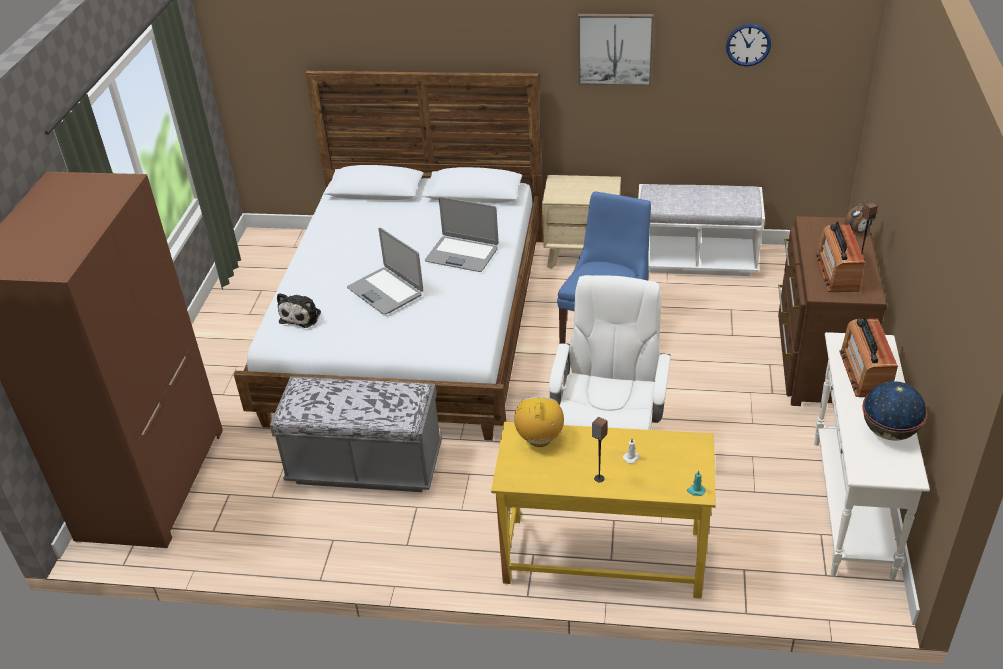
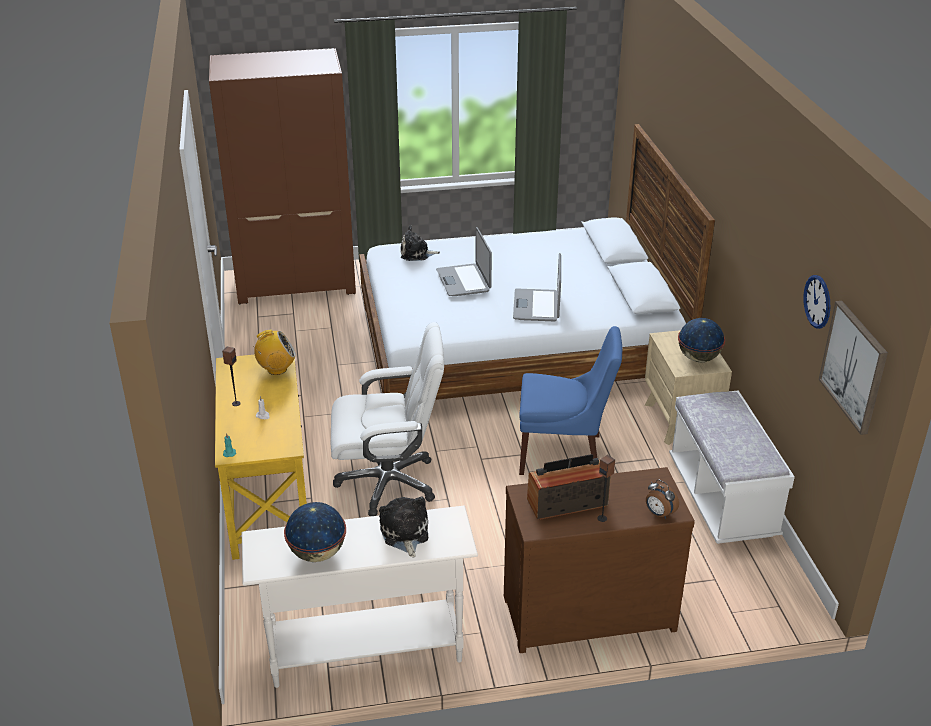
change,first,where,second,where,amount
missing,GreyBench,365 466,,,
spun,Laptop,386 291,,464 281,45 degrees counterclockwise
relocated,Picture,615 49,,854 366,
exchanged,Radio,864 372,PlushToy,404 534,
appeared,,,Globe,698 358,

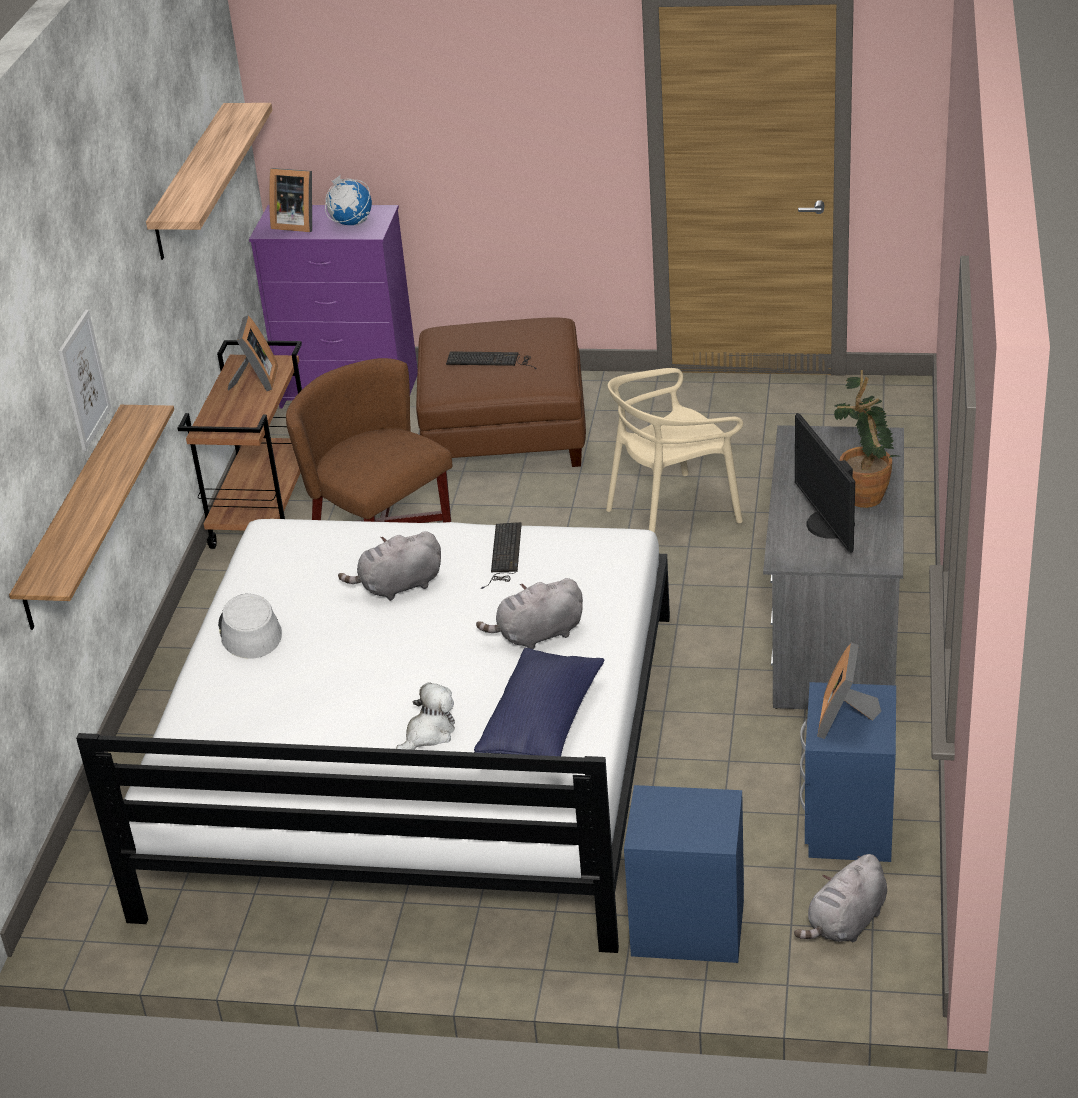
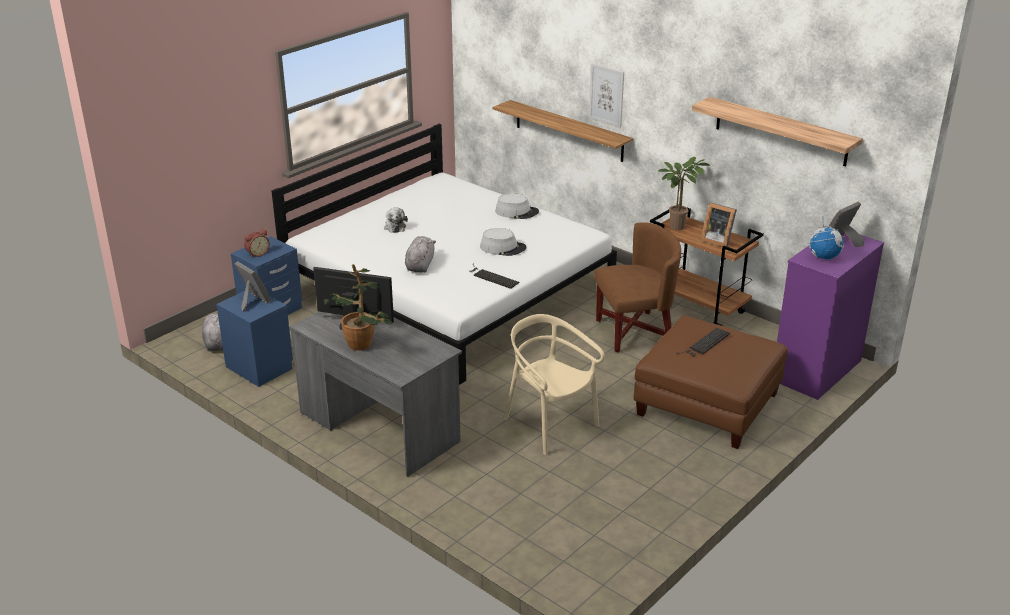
change,first,where,second,where,amount
exchanged,GreyPlushToy,398 587,GreyHat,503 248,
missing,BluePillow,542 723,,,
spun,BeigeChair,673 513,,549 425,45 degrees counterclockwise
appeared,,,AlarmClock,257 253,
appeared,,,PottedPlant,678 225,

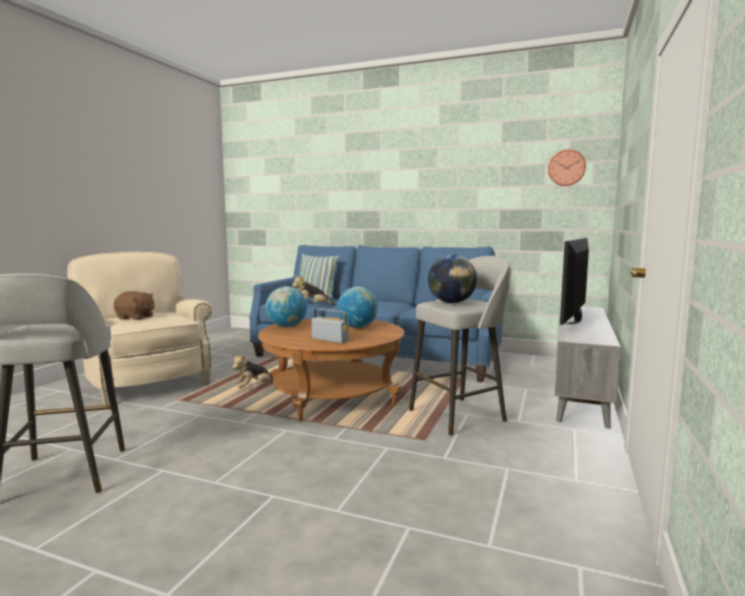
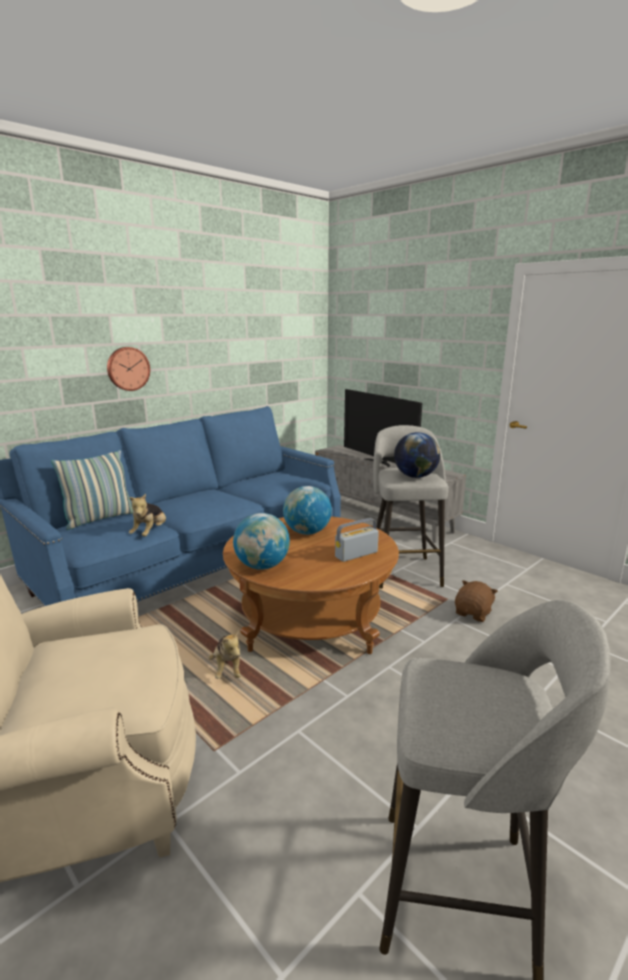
change,first,where,second,where,amount
relocated,BrownPlushToy,135 318,,473 613,
relocated,WallClock,566 168,,127 368,

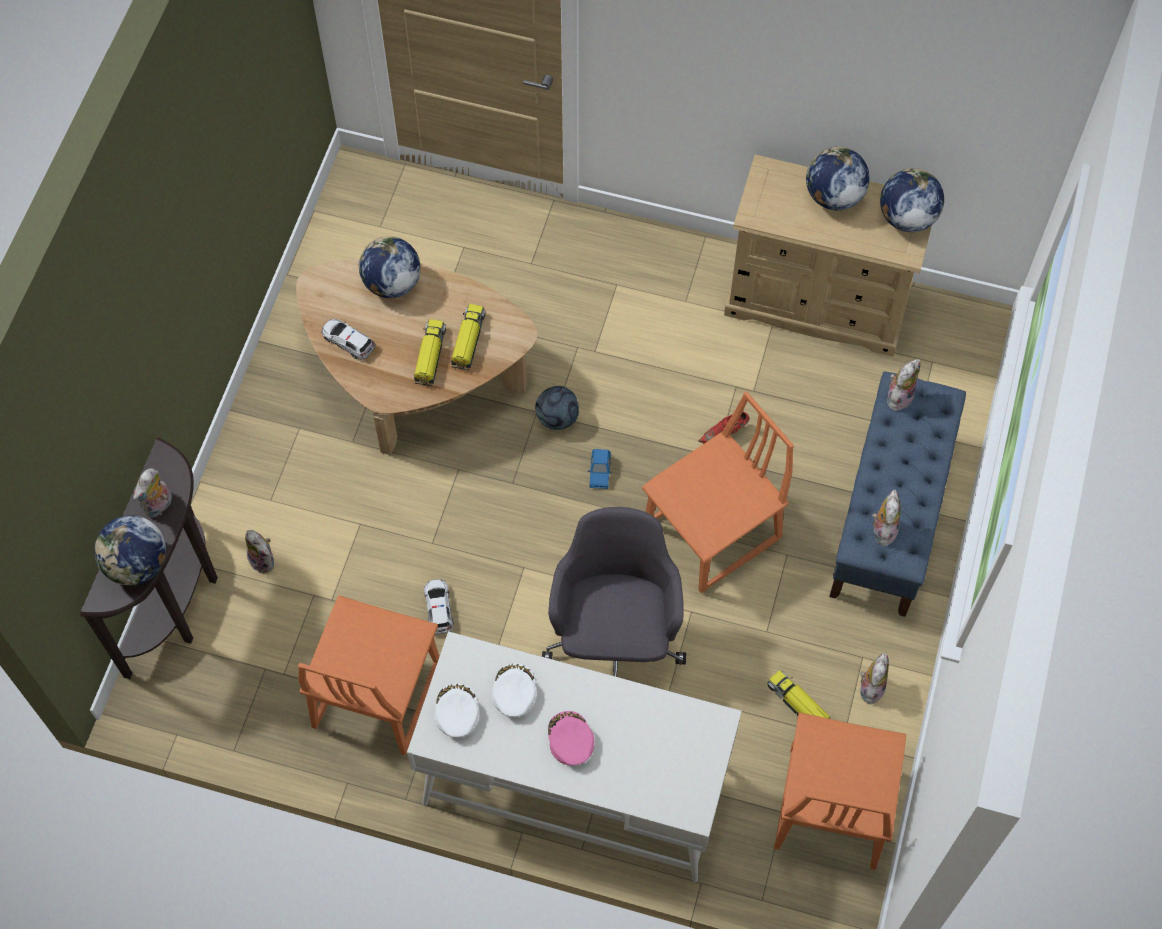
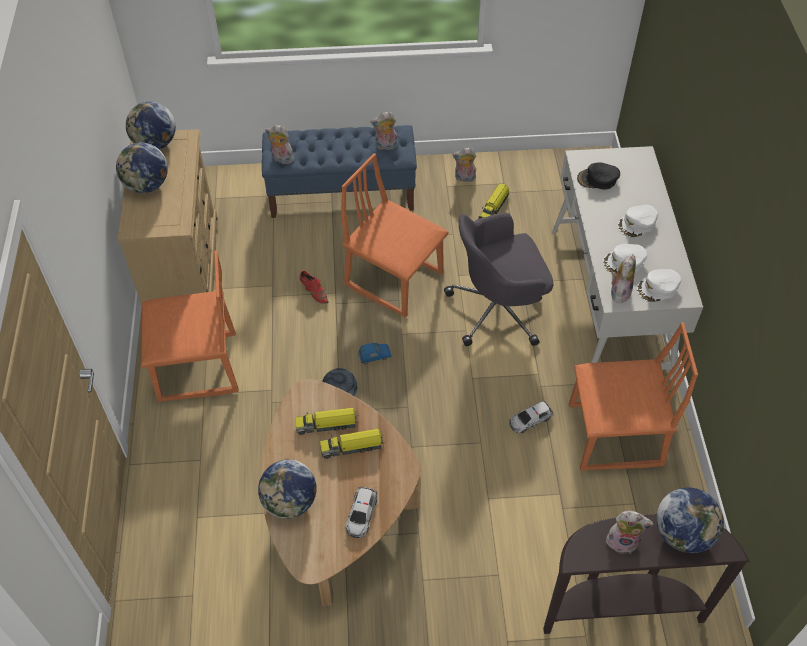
change,first,where,second,where,amount
relocated,PlushToy,264 560,,619 292,
colour,PinkCap,570 740,WhiteCap,637 224,
relocated,OrangeChair,830 807,,198 368,
appeared,,,BlackCap,597 179,

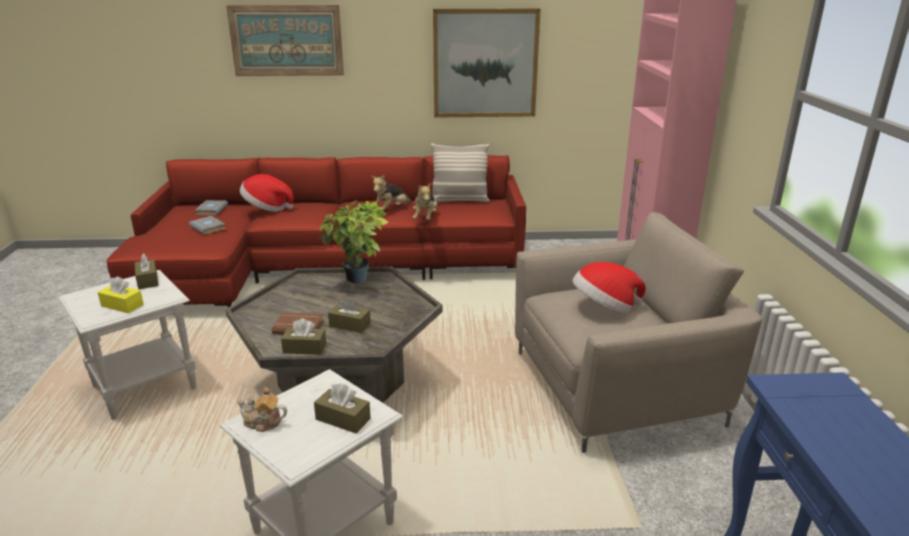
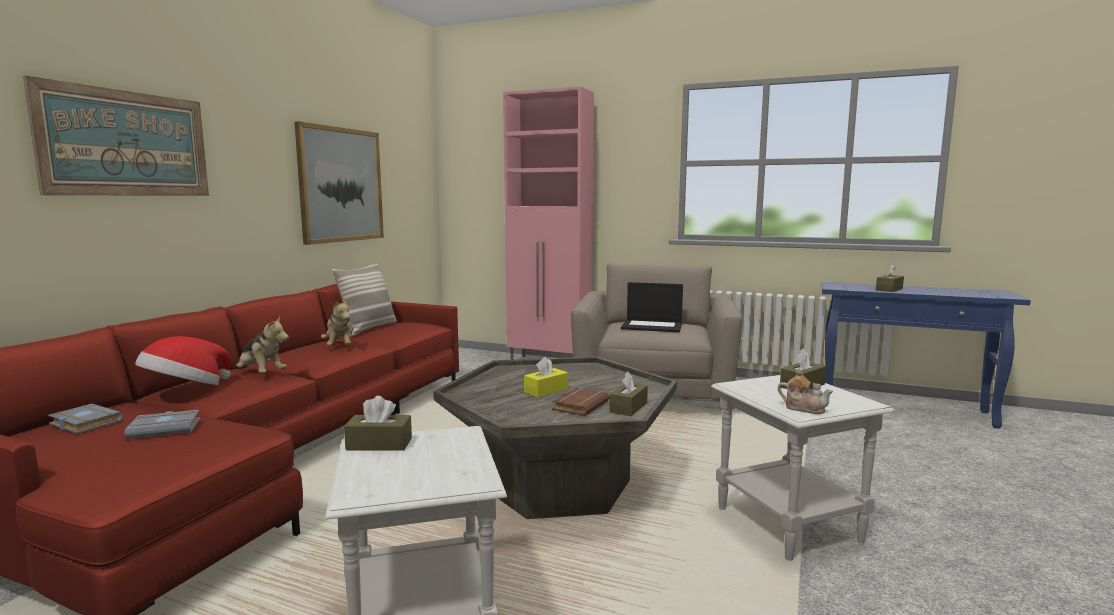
change,first,where,second,where,amount
relocated,YellowTissueBox,122 305,,546 390,
spun,Teapot,263 423,,803 408,90 degrees counterclockwise
missing,PottedPlant,358 282,,,
relocated,BrownTissueBox,350 325,,889 289,
relocated,PlushToy,425 218,,260 374,
exchanged,Hat,604 308,Laptop,652 326,

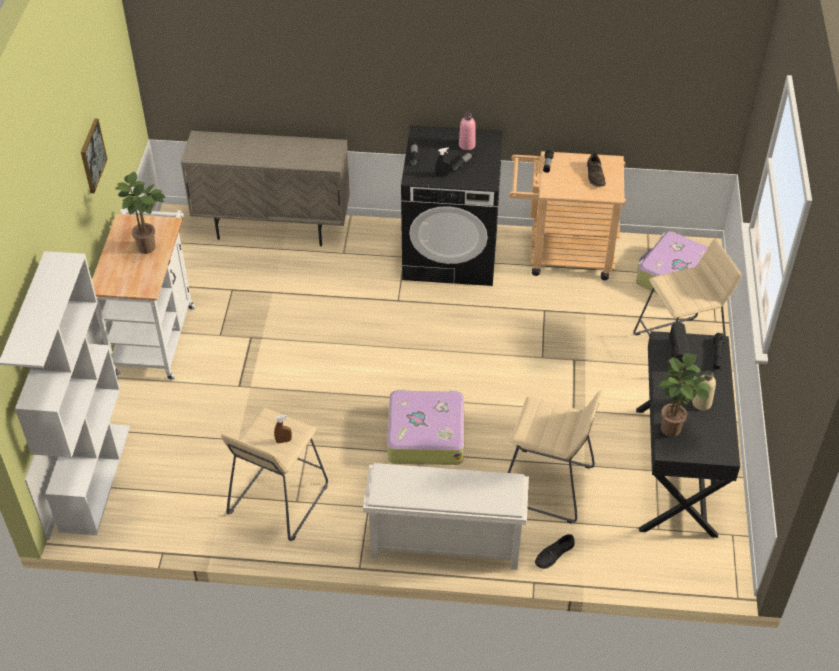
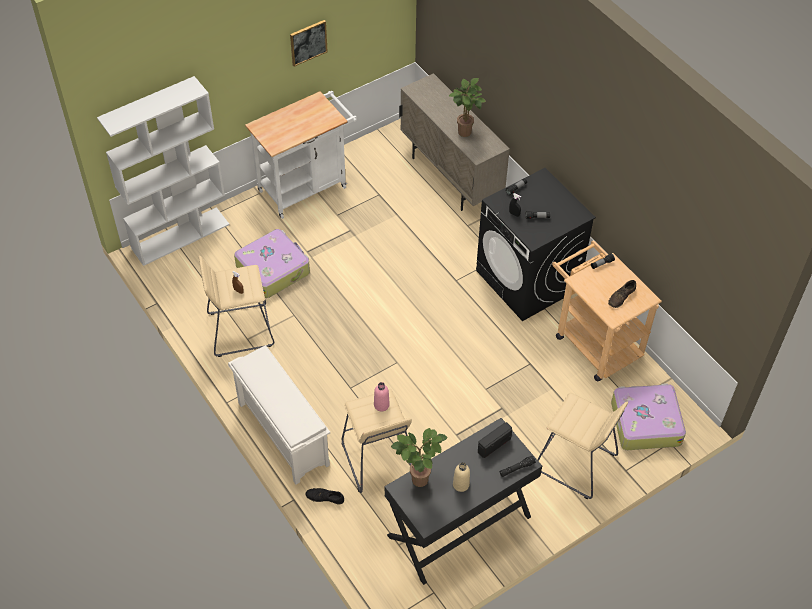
change,first,where,second,where,amount
relocated,PottedPlant,149 248,,465 134,
relocated,Suitcase,425 435,,273 269,
relocated,PinkBottle,467 145,,381 405,

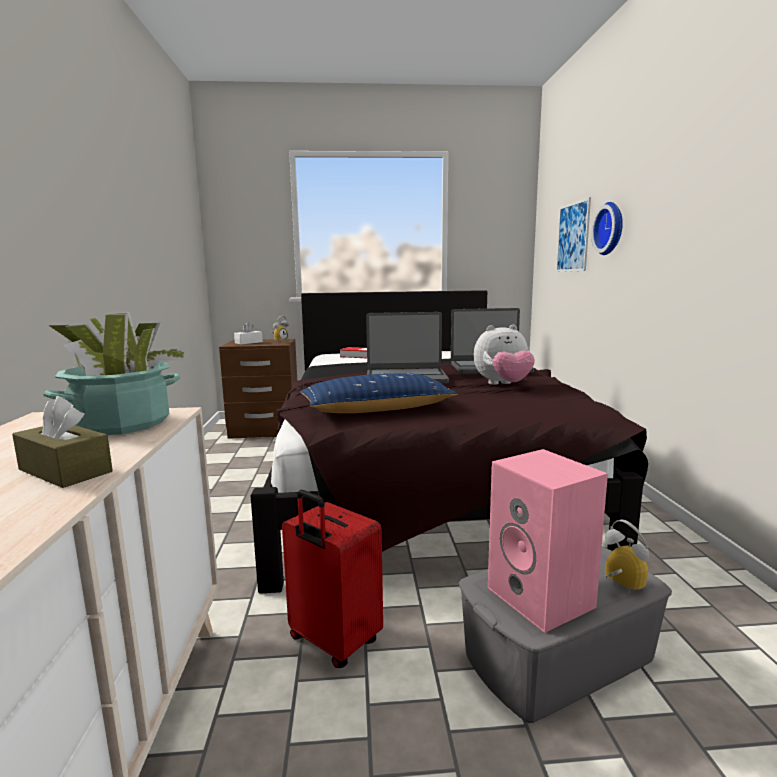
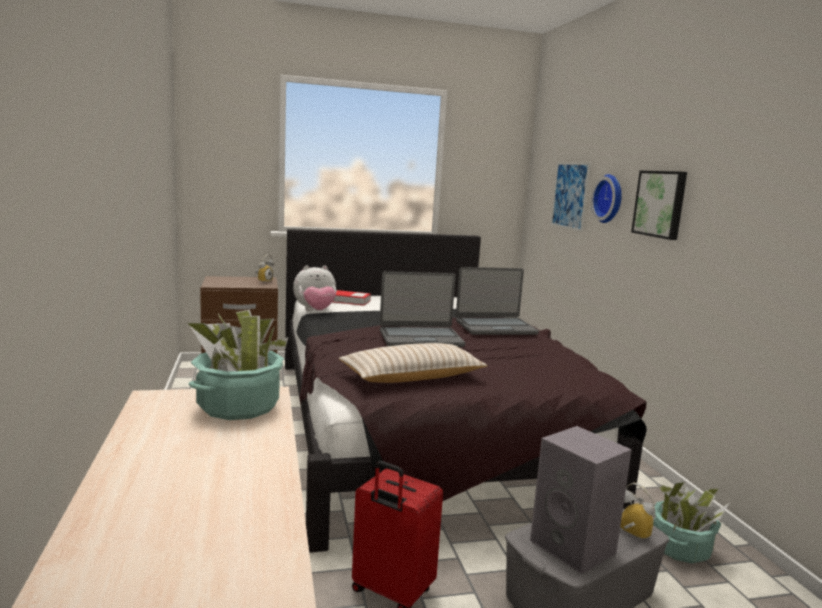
change,first,where,second,where,amount
missing,BrownTissueBox,65 471,,,
missing,WhiteTissueBox,248 342,,,
colour,BluePillow,377 409,BeigePillow,412 377,
relocated,PlushToy,503 385,,315 311,
colour,PinkSpeaker,543 598,GreySpeaker,575 547,
appeared,,,Picture,661 204,
appeared,,,PottedPlant,680 548,

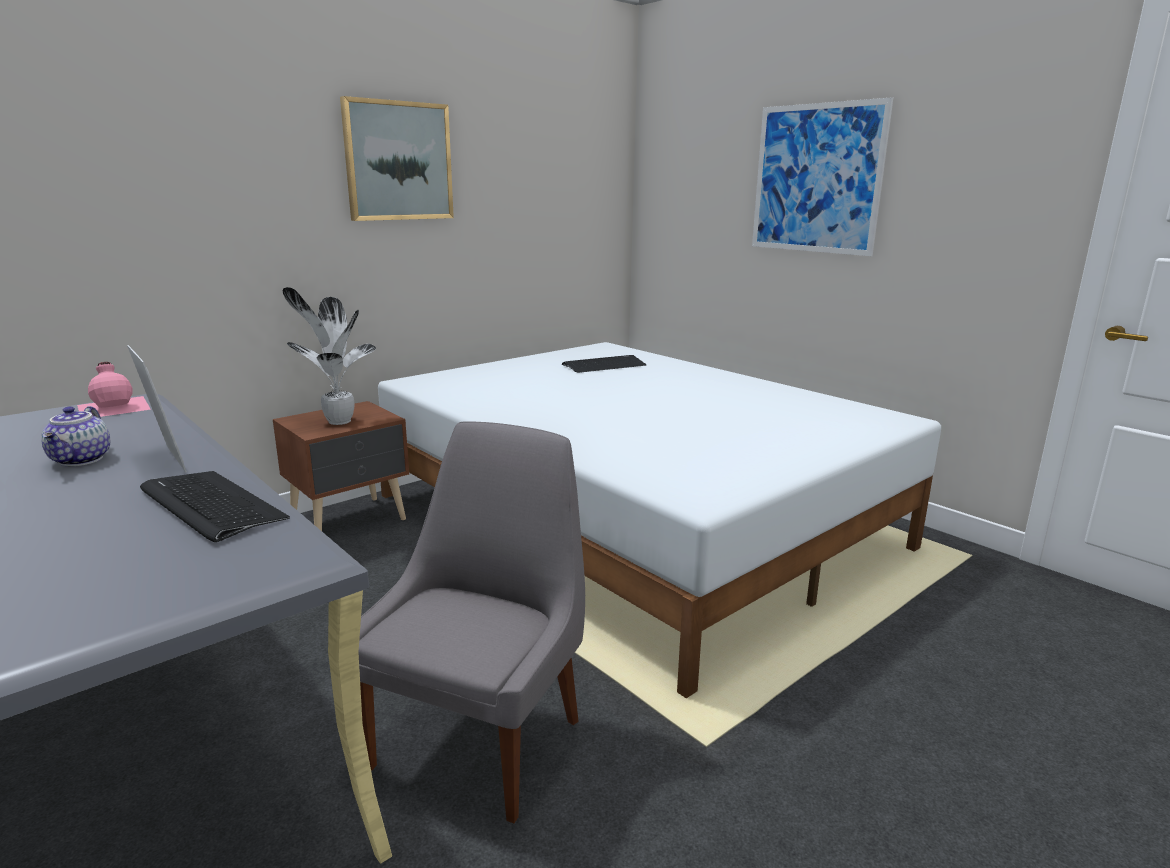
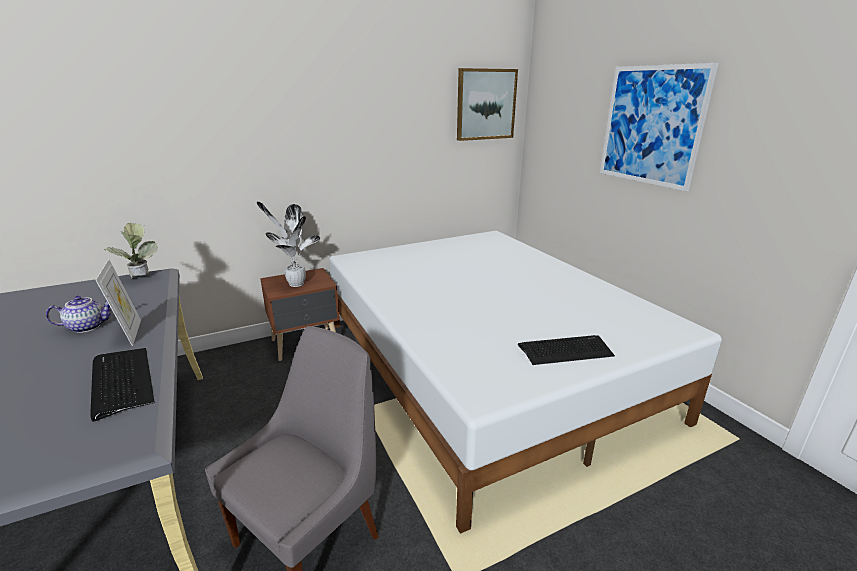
change,first,where,second,where,amount
spun,Teapot,82 460,,88 326,120 degrees counterclockwise
exchanged,PinkBottle,114 406,PottedPlant,141 279,
relocated,Picture,398 161,,485 104,
relocated,Keyboard,604 365,,565 350,

